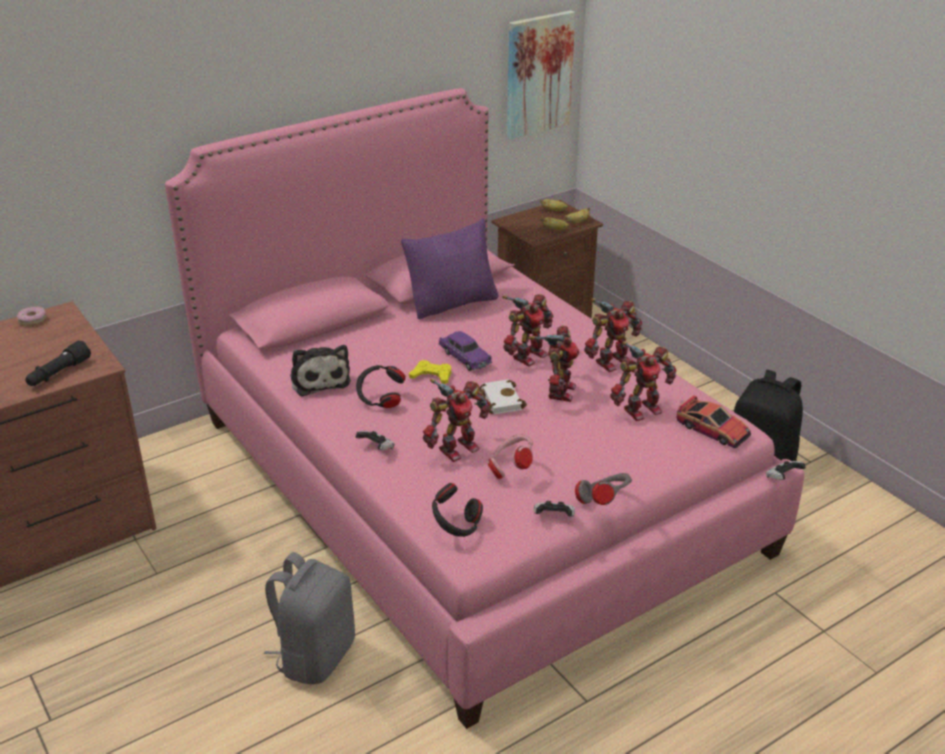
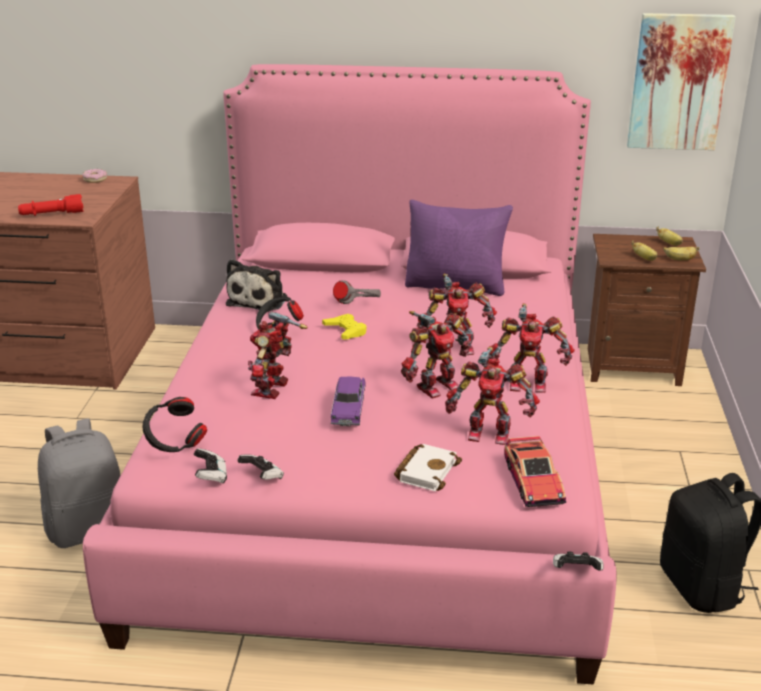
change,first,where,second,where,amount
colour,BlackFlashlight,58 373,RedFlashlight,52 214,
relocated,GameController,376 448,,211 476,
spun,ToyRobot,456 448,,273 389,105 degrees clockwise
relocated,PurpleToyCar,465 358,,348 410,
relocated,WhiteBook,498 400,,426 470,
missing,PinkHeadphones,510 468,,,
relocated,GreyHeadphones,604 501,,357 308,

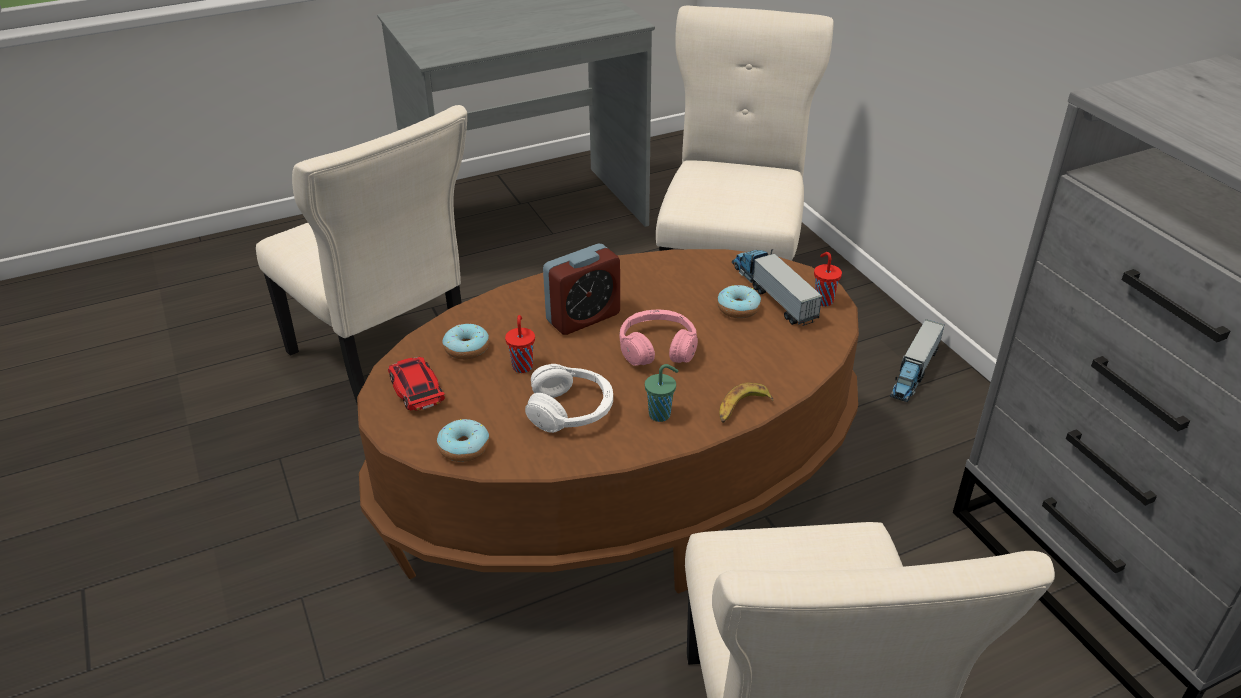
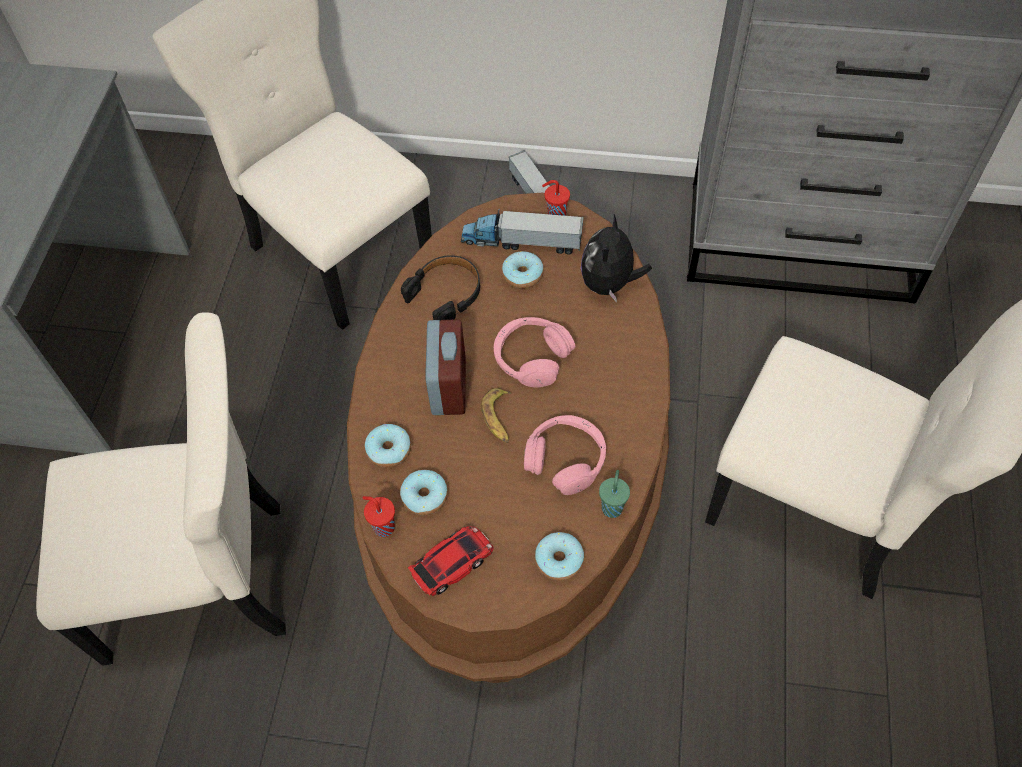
change,first,where,second,where,amount
spun,ToyCar,416 388,,452 562,135 degrees clockwise
relocated,RedCup,522 366,,383 527,
colour,WhiteHeadphones,571 410,PinkHeadphones,566 459,
relocated,GreenCup,661 414,,612 507,
relocated,Banana,741 408,,499 418,
appeared,,,Donut,389 450,
appeared,,,BlackHeadphones,446 293,
appeared,,,PlushToy,609 284,

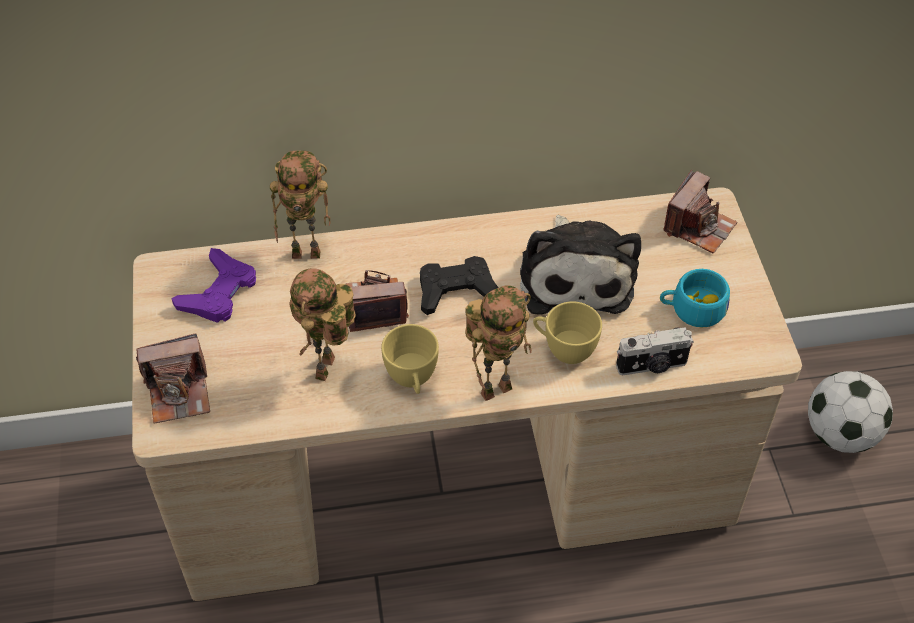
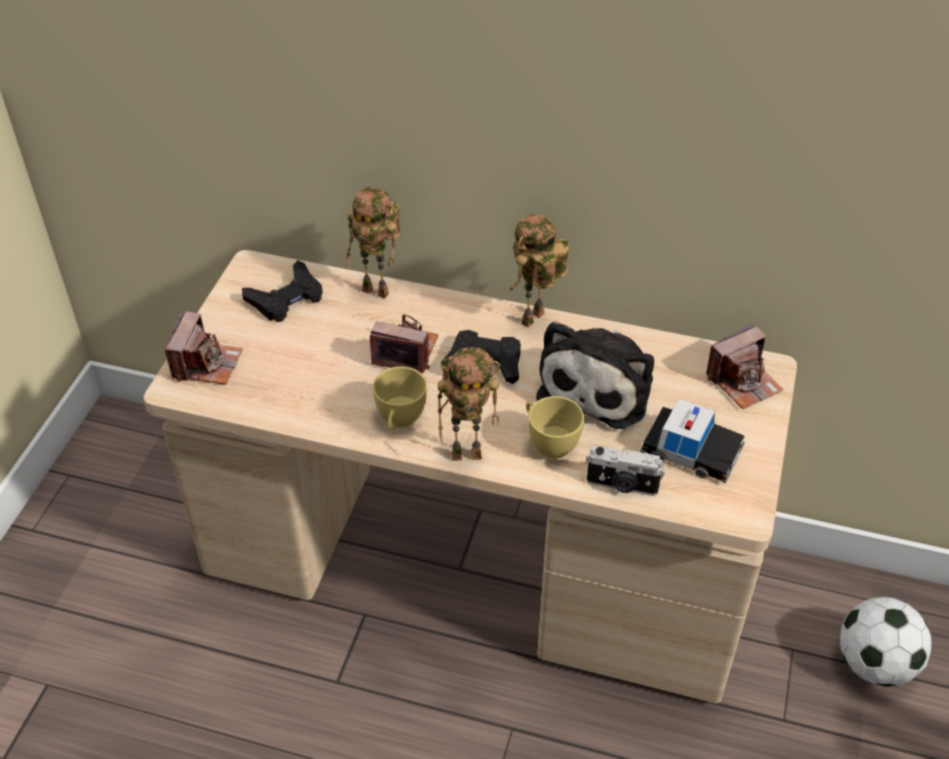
change,first,where,second,where,amount
spun,PhotoCamera,179 392,,206 364,90 degrees counterclockwise
colour,PurpleGameController,219 292,BlackGameController,286 298,
relocated,ToyRobot,328 371,,534 321,
exchanged,TurquoiseCup,691 309,ToyCar,691 450,

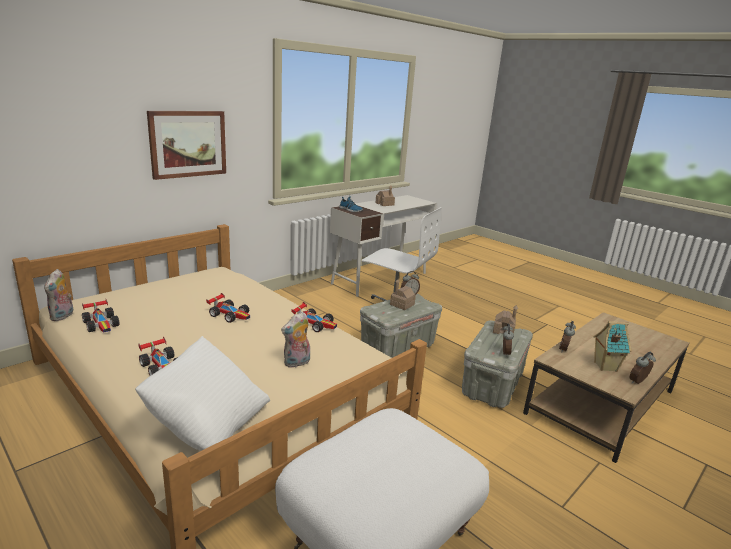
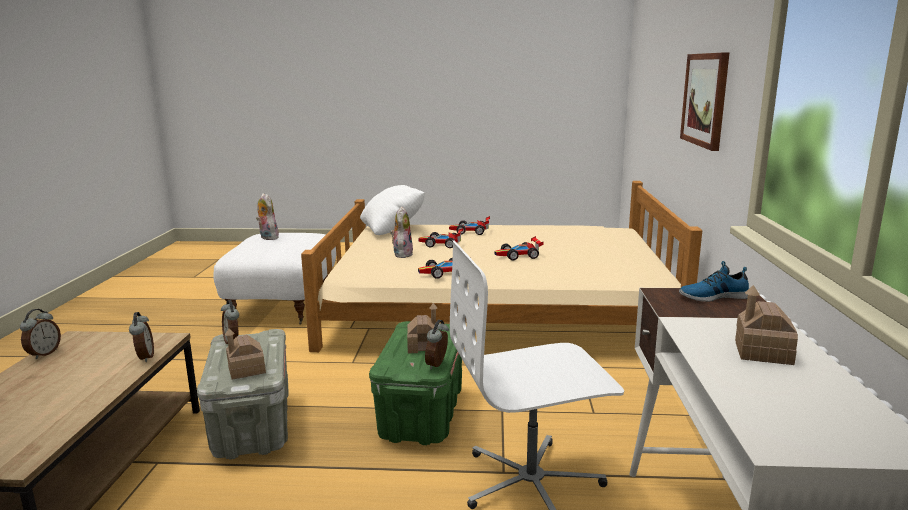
change,first,where,second,where,amount
relocated,PlushToy,62 316,,267 237,
relocated,ToyCar,102 324,,441 244,
colour,GreyStorageBox,397 347,GreenStorageBox,422 415,
missing,ToyHouse,604 366,,,

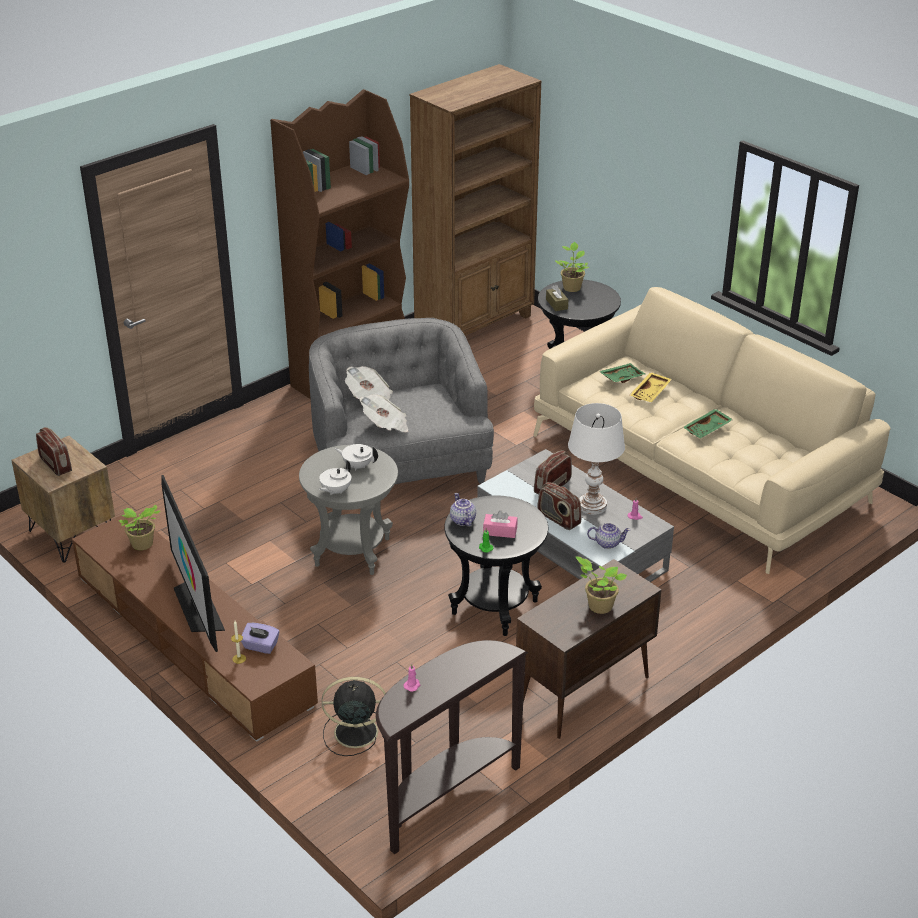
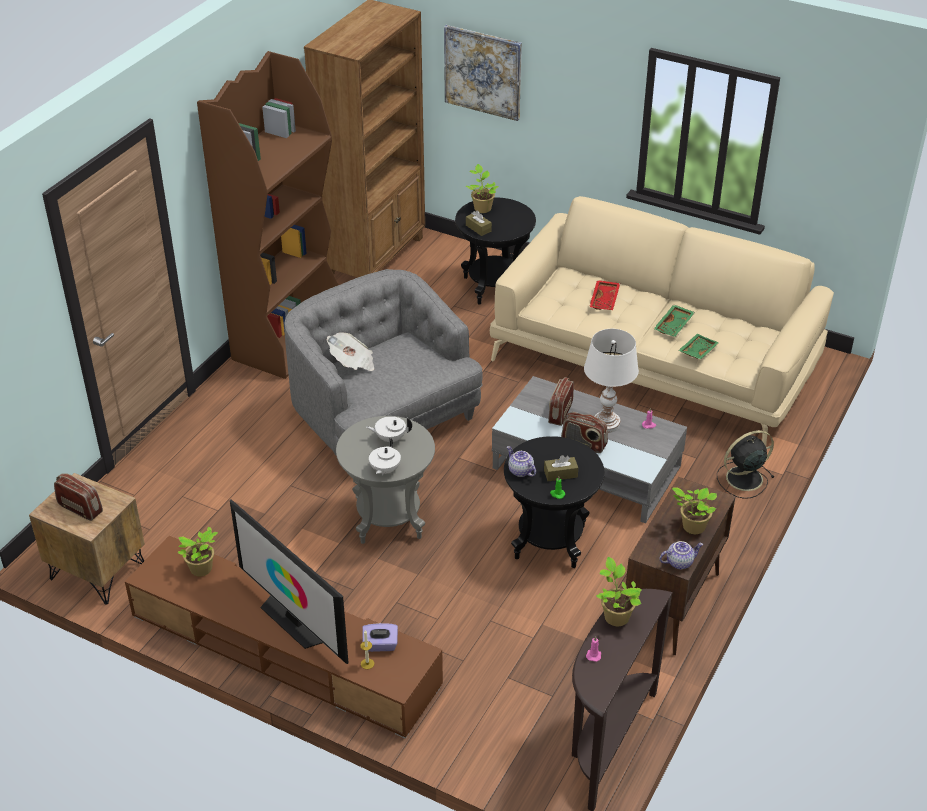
change,first,where,second,where,amount
relocated,BlackFan,354 732,,742 479,
missing,Newspaper,385 425,,,
colour,PinkTissueBox,500 531,BrownTissueBox,560 474,
relocated,Teapot,608 543,,679 562,
relocated,GreenTray,621 377,,697 351,
colour,YellowTray,651 393,RedTray,605 300,
appeared,,,Picture,483 72,
appeared,,,PottedPlant,615 616,

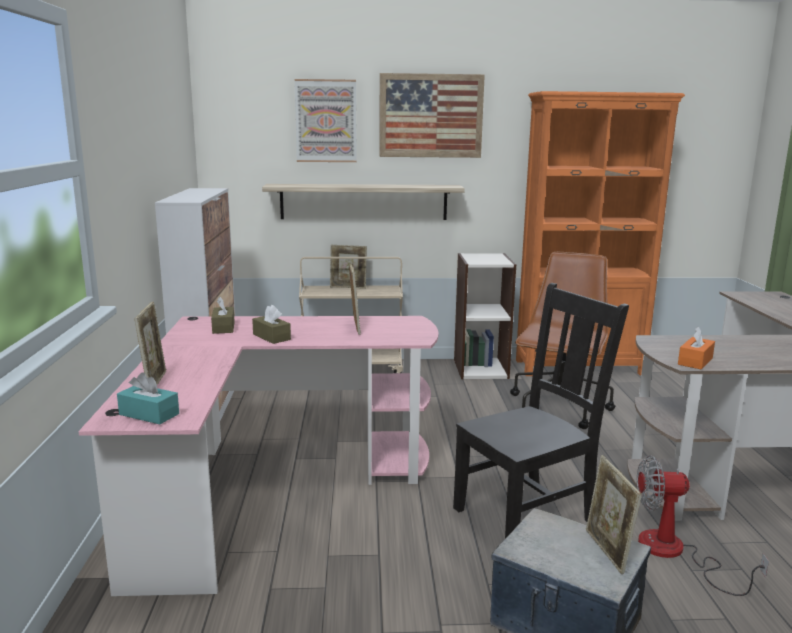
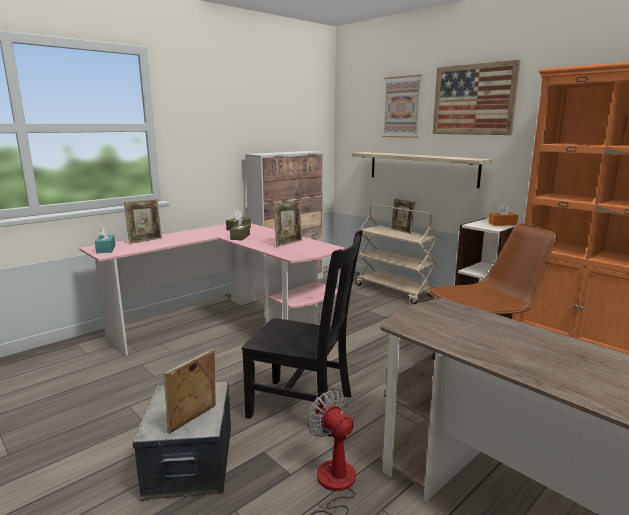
change,first,where,second,where,amount
relocated,OrangeTissueBox,695 361,,502 224,

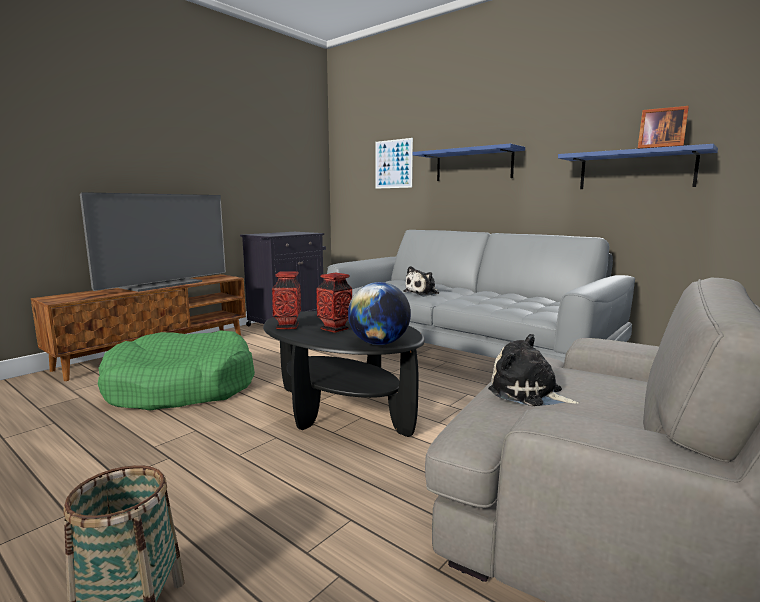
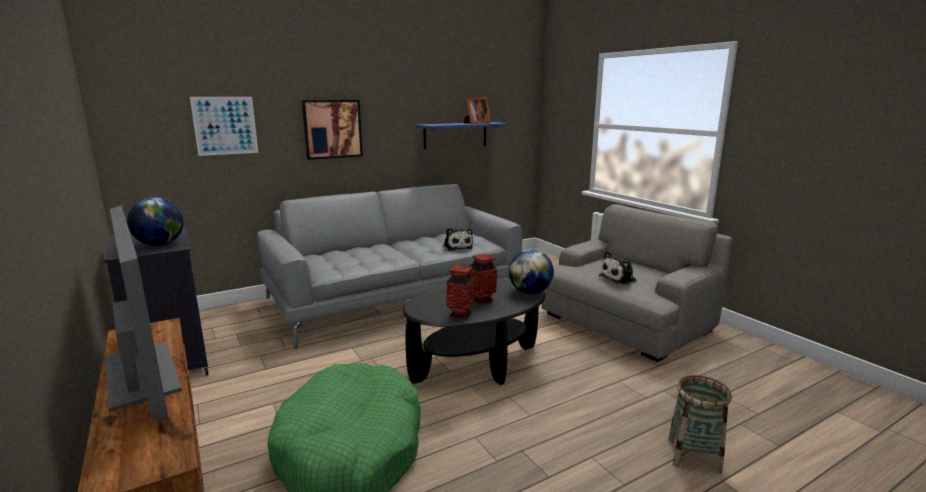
change,first,where,second,where,amount
relocated,PlushToy,423 293,,457 247,
exchanged,BlueShelf,473 165,Picture,332 129,
appeared,,,Globe,160 244,

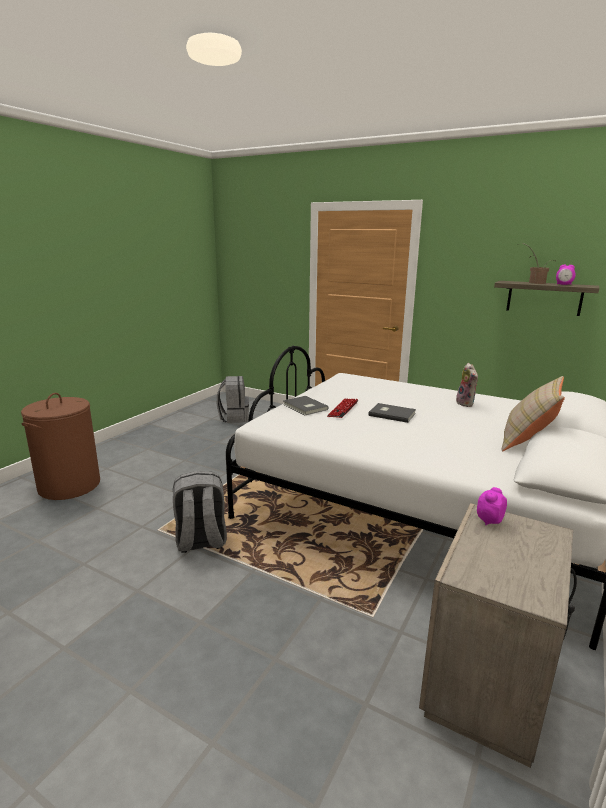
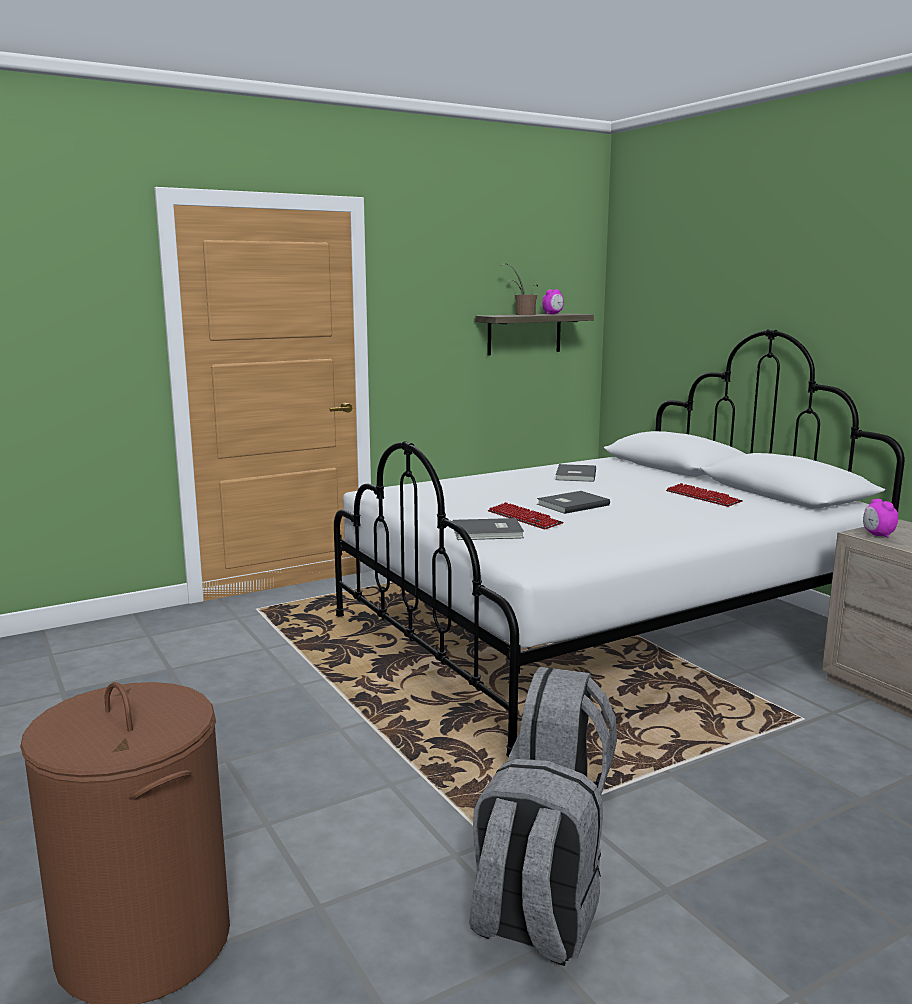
change,first,where,second,where,amount
relocated,GreyBackpack,234 418,,532 926,
exchanged,PlushToy,466 403,GreyBook,574 475,
missing,BeigePillow,527 441,,,
appeared,,,Keyboard,703 497,

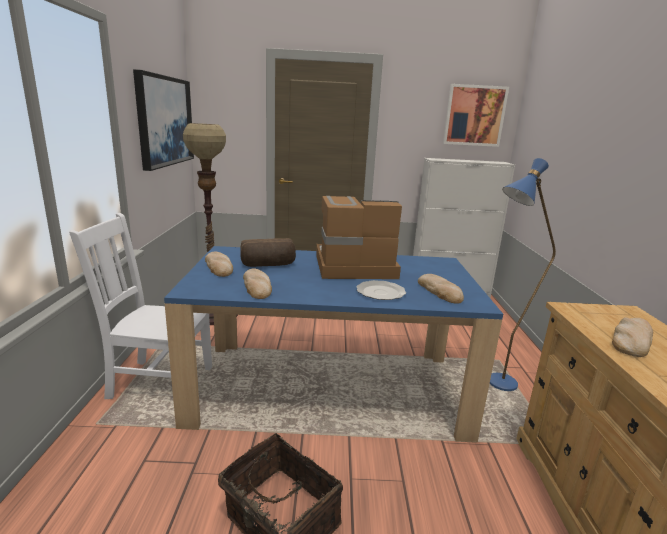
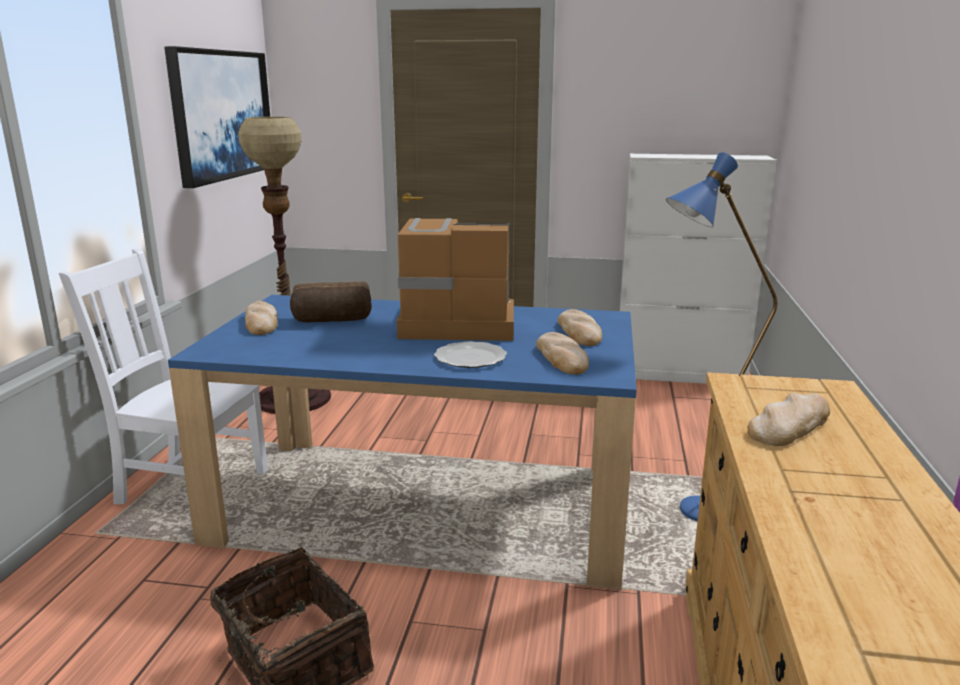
change,first,where,second,where,amount
relocated,Bread,257 287,,580 332,
missing,Picture,474 115,,,

